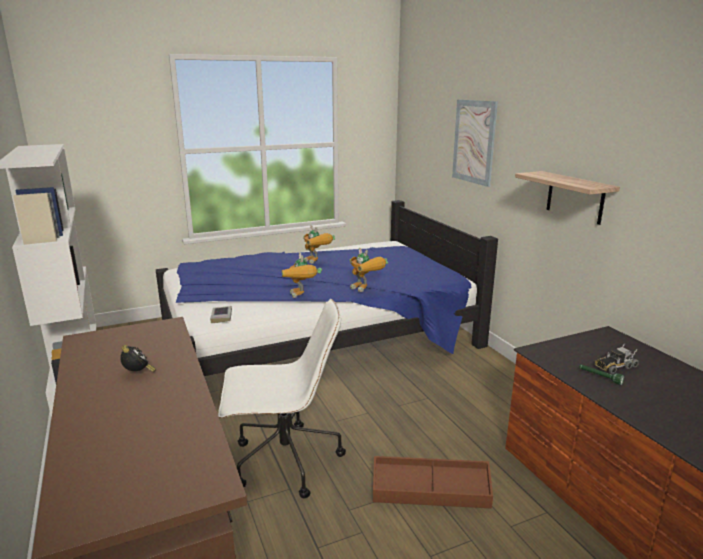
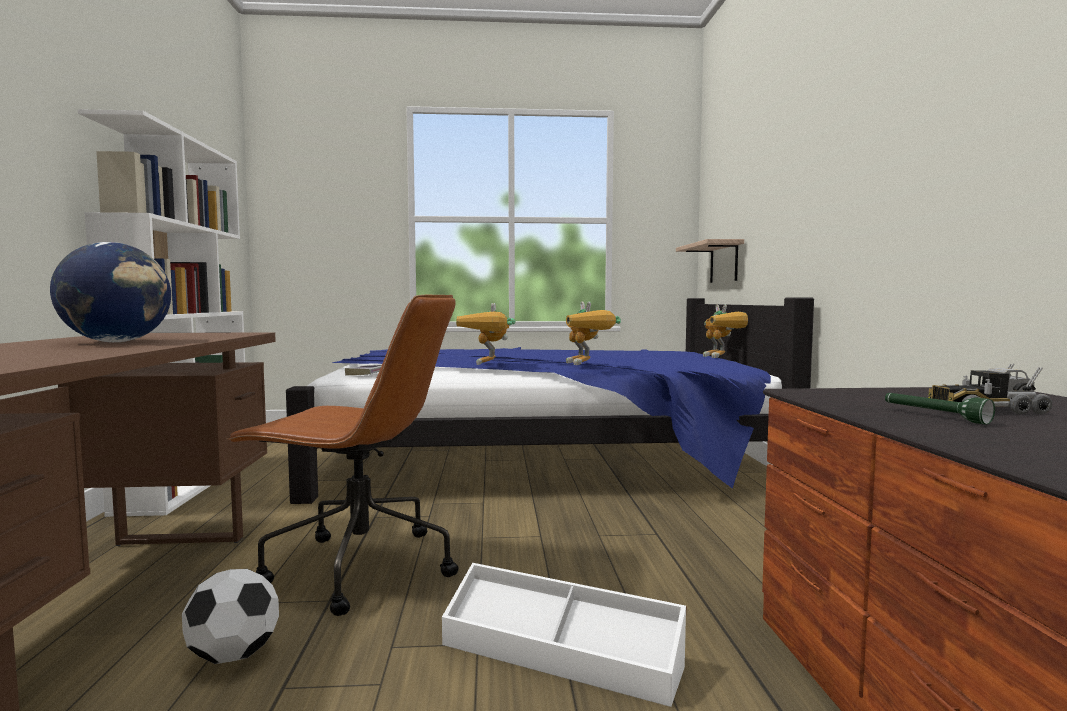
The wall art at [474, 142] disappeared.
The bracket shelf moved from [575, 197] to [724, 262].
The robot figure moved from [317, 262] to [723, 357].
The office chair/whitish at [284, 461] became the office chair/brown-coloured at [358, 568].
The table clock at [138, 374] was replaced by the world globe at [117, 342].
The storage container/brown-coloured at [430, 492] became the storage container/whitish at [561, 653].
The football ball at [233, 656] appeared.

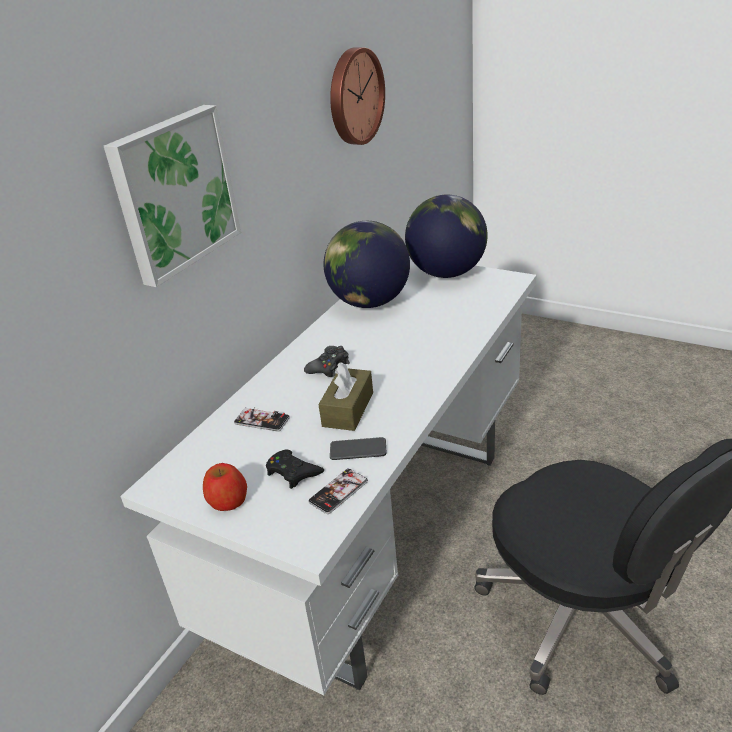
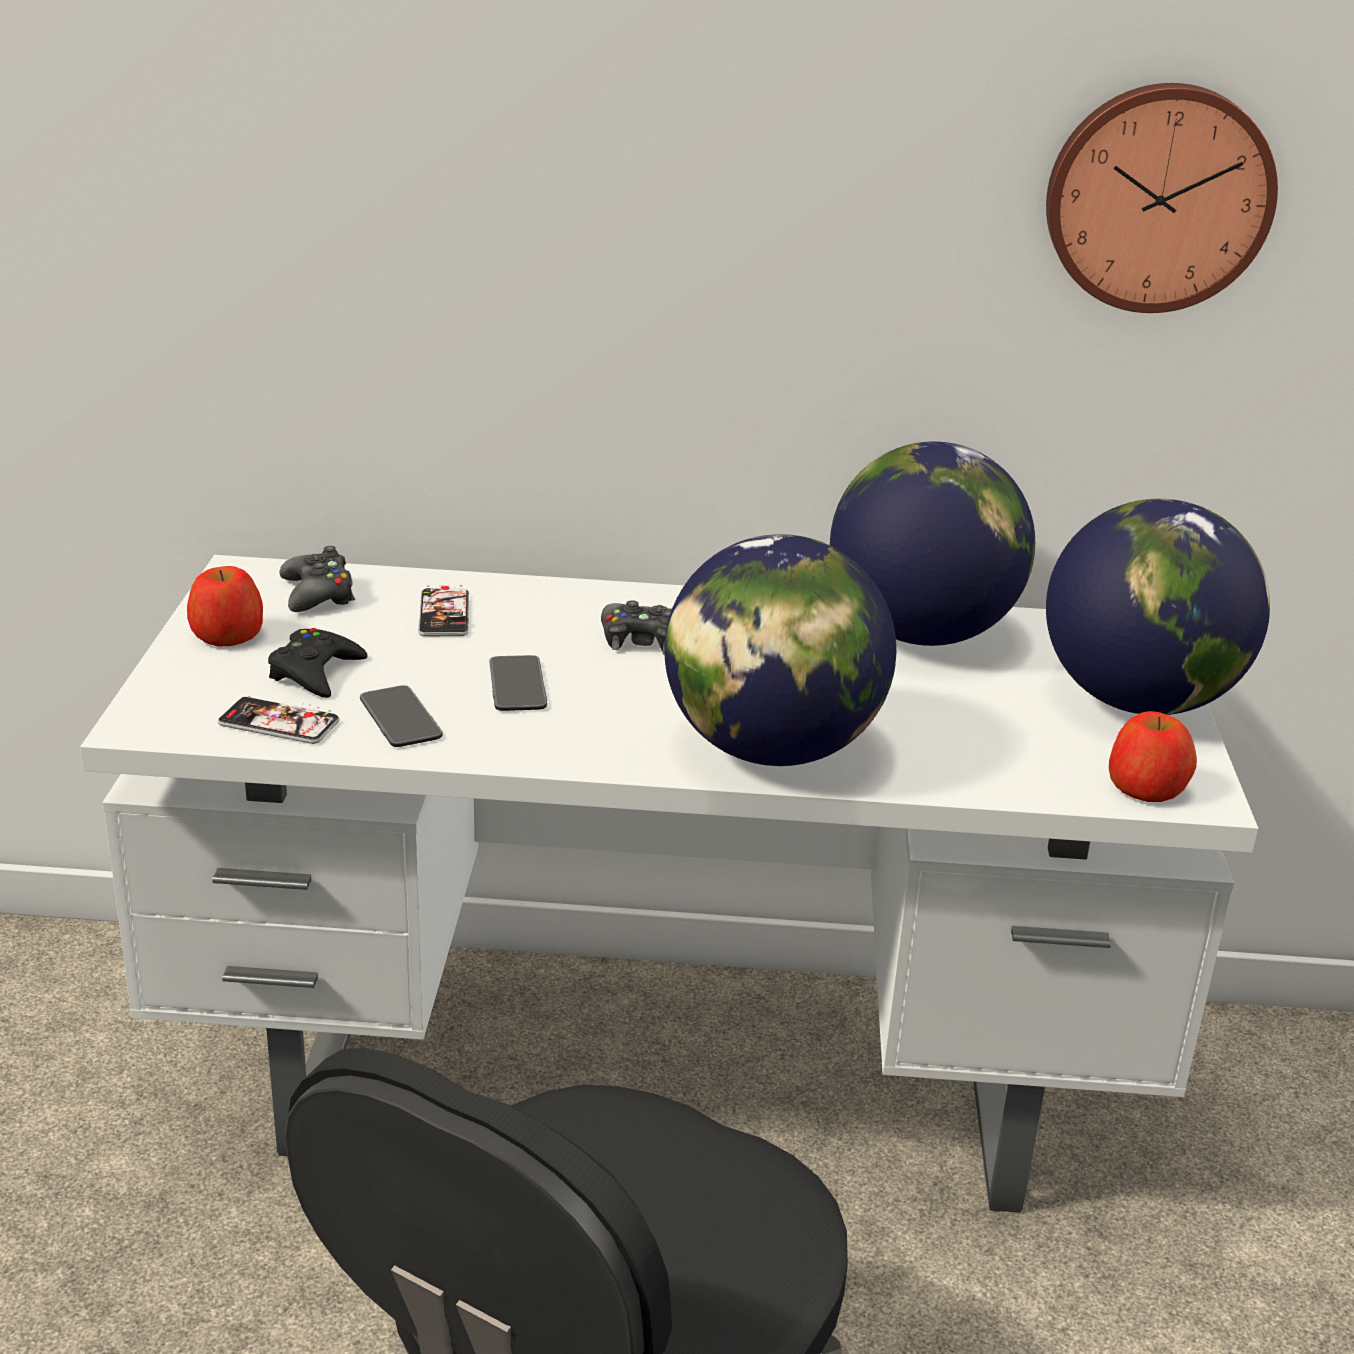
The wall art at [173, 193] disappeared.
The tissue holder/brown-coloured at [348, 409] was replaced by the phone at [517, 685].
The world globe at [770, 750] appeared.
The joypad/black-coloured at [318, 594] appeared.
The apple fruit at [1146, 787] appeared.

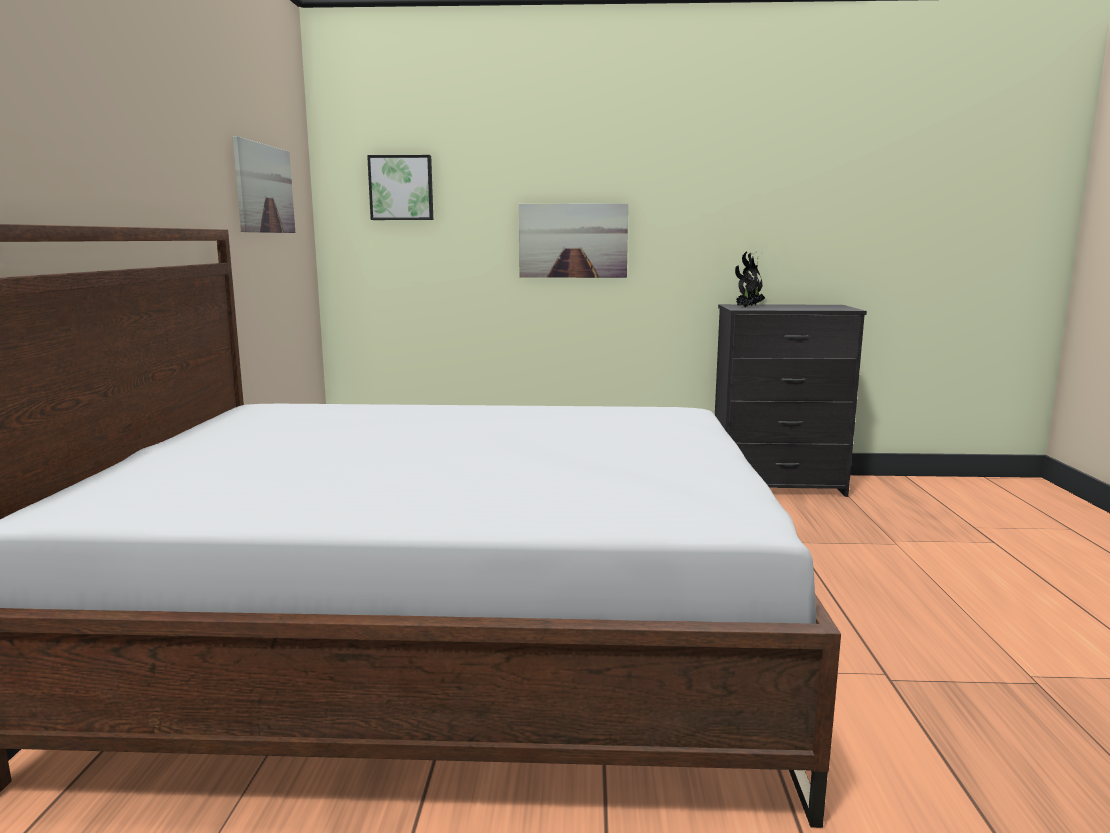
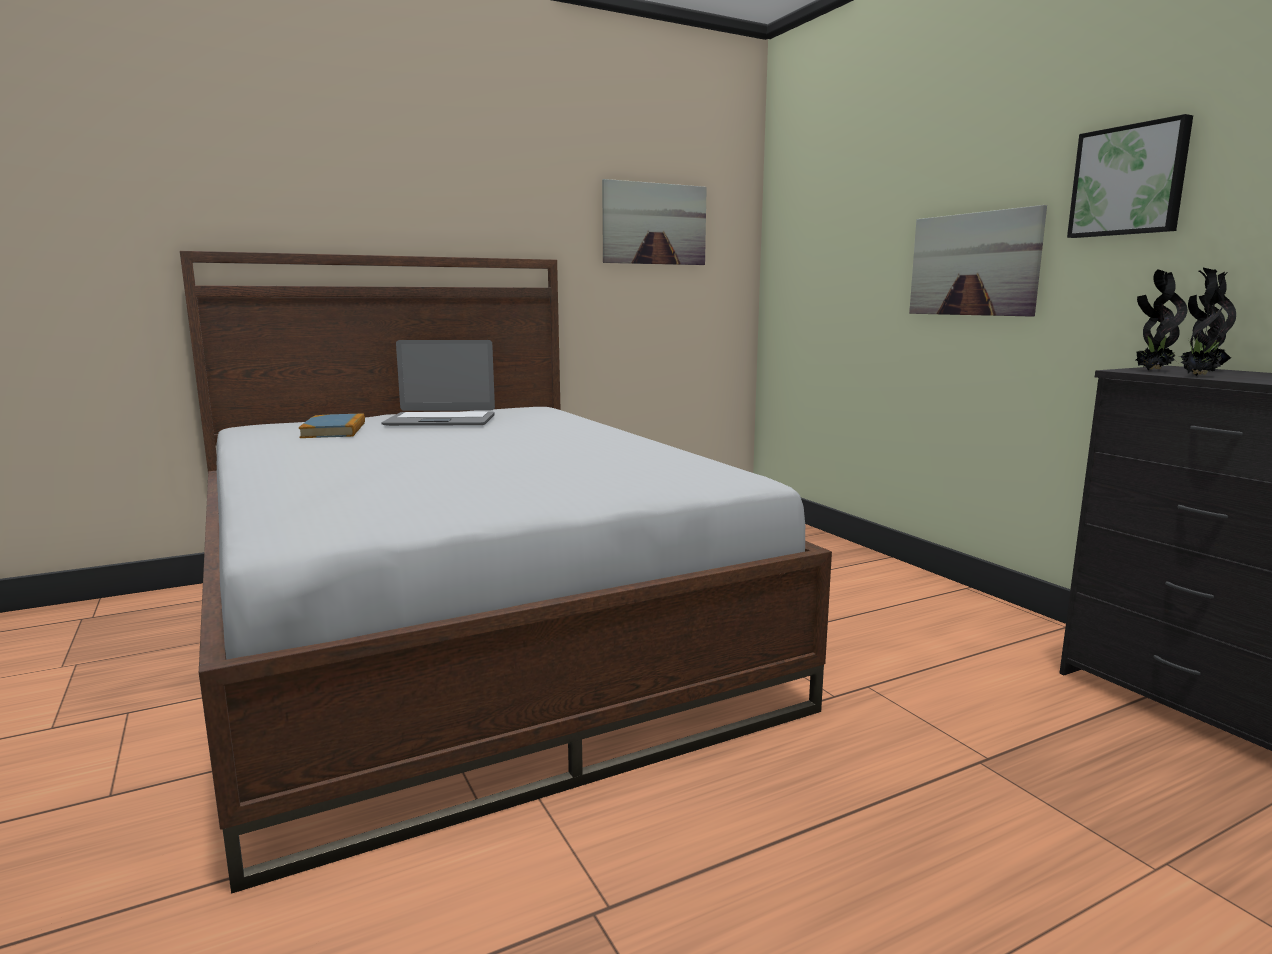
The wall art moved from [401, 188] to [1129, 181].
The houseplant at [1196, 376] appeared.
The notebook computer at [441, 421] appeared.
The volume at [334, 430] appeared.

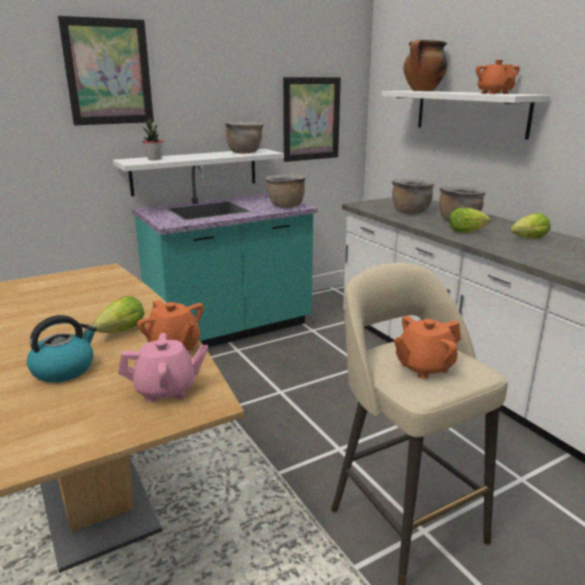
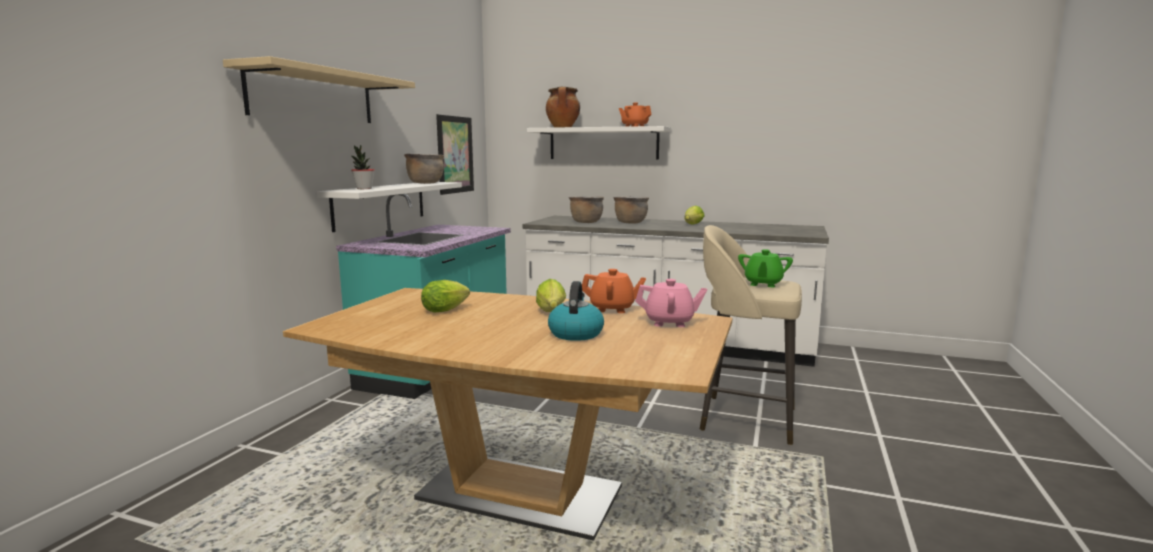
The wall art at [108, 72] was replaced by the bracket shelf/beige-coloured at [313, 96].
The cooking pot/brown-coloured at [285, 206] disappeared.
The lettuce head moved from [468, 232] to [447, 310].
The teapot/orange at [424, 367] became the teapot/green at [763, 284].
The teapot/pink at [166, 390] turned 60 degrees clockwise.

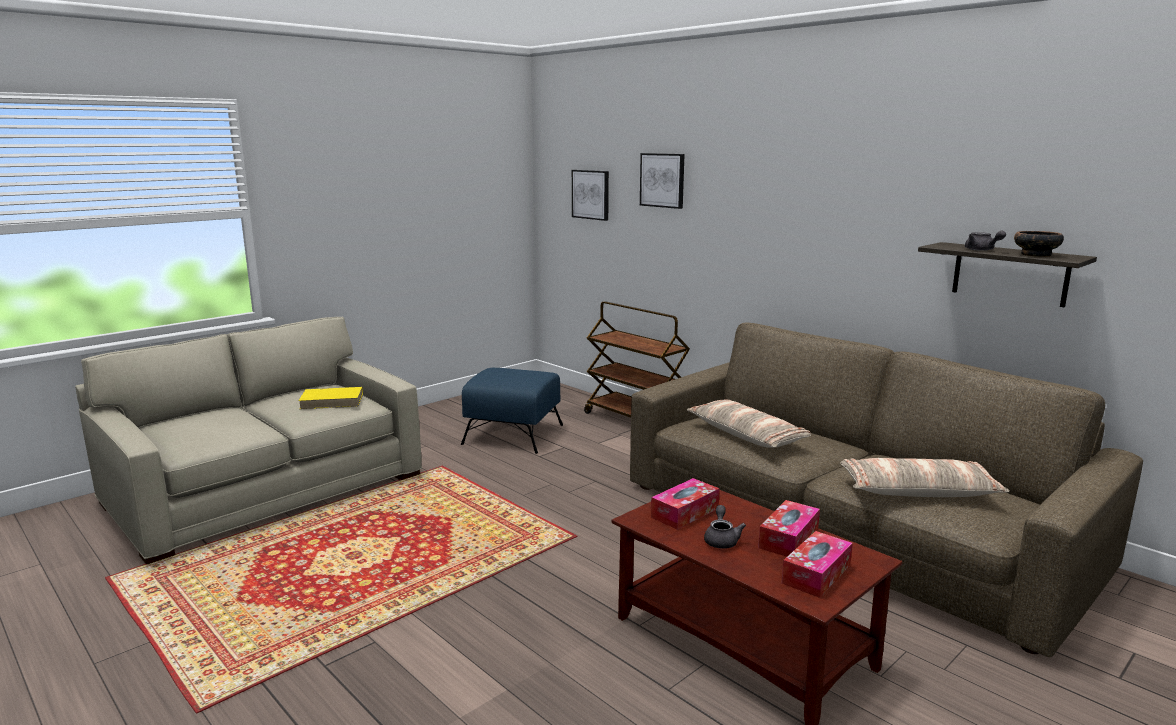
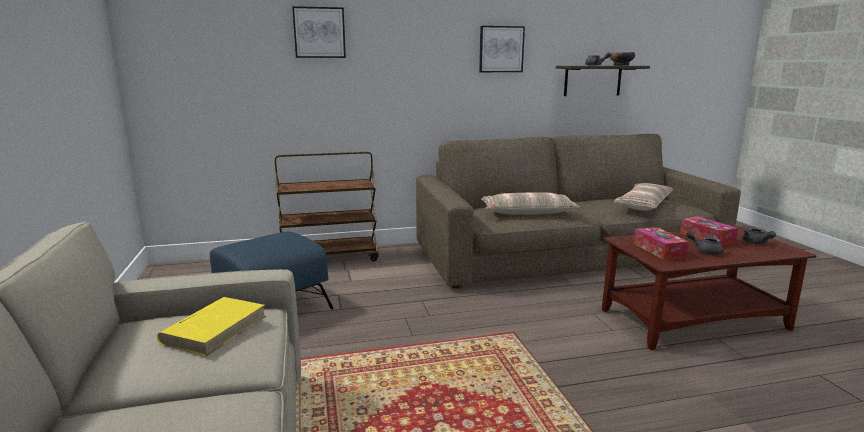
The wall art moved from [591, 194] to [501, 49].
The tissue holder at [816, 574] was replaced by the teapot/grey at [756, 243].

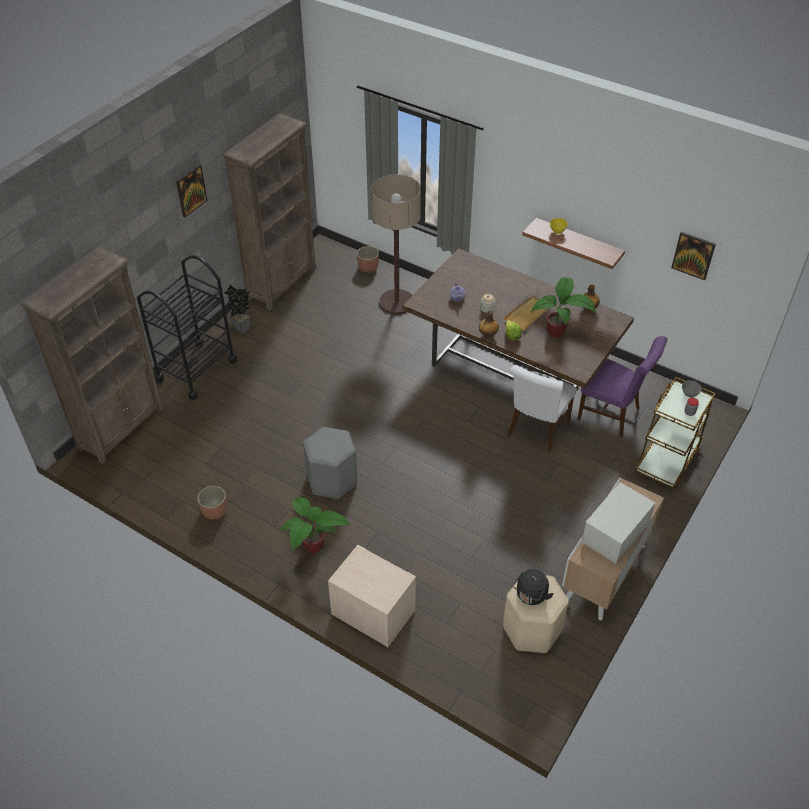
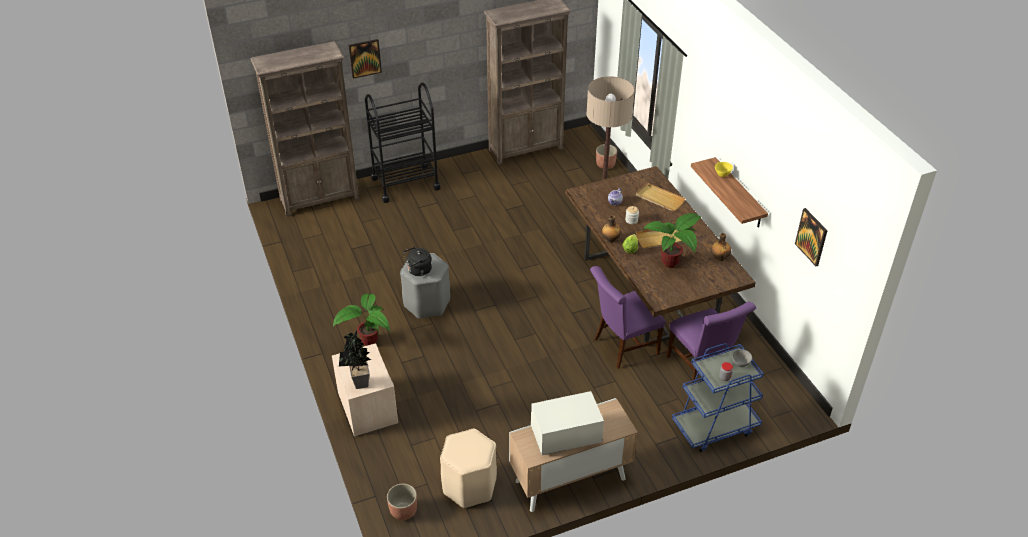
The wall art moved from [191, 190] to [365, 58].
The houseplant moved from [243, 331] to [360, 385].
The upright chair/whitish at [536, 430] became the upright chair/purple-coloured at [622, 347].
The trolley/brown-coloured at [667, 460] became the trolley/blue at [714, 427].
The flower pot moved from [214, 511] to [403, 510].
The water kettle/black-coloured moved from [530, 596] to [418, 270].
The serving tray/beige-coloured at [659, 198] appeared.

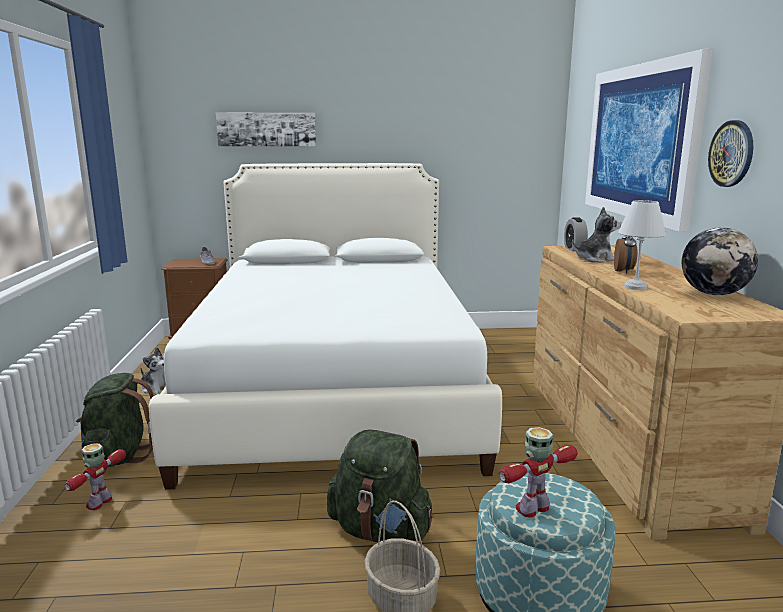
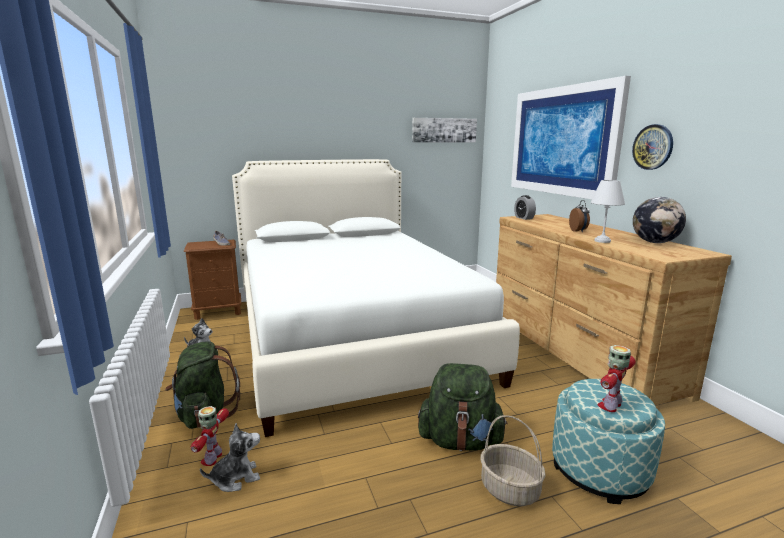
The wall art moved from [266, 129] to [444, 130].
The plush toy moved from [594, 259] to [236, 478].

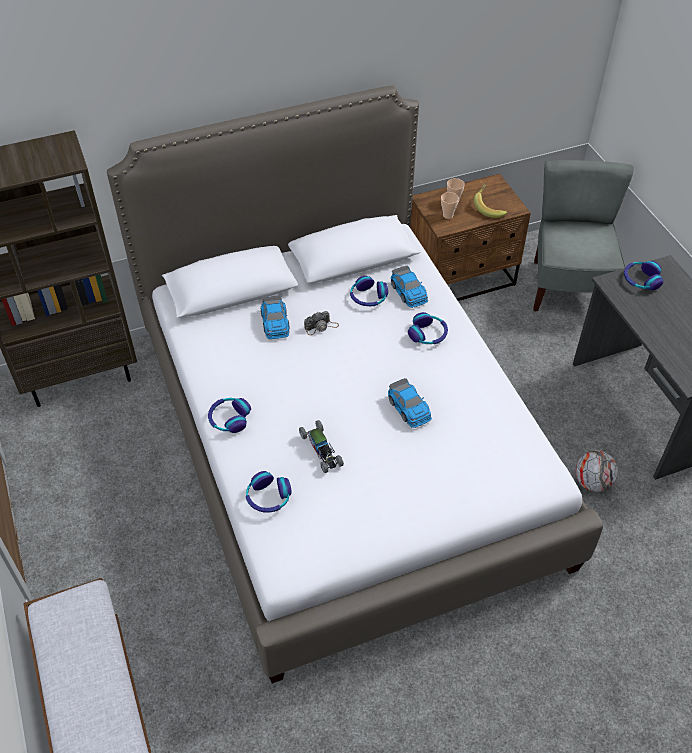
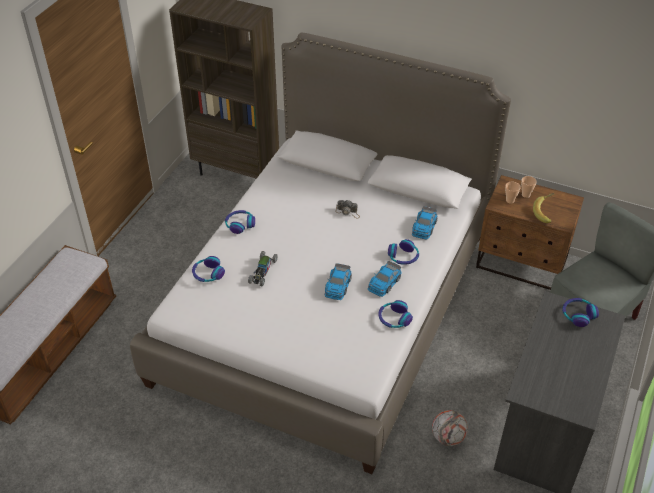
The pair of headphones moved from [368, 297] to [394, 318].
The model car moved from [275, 323] to [384, 283].

